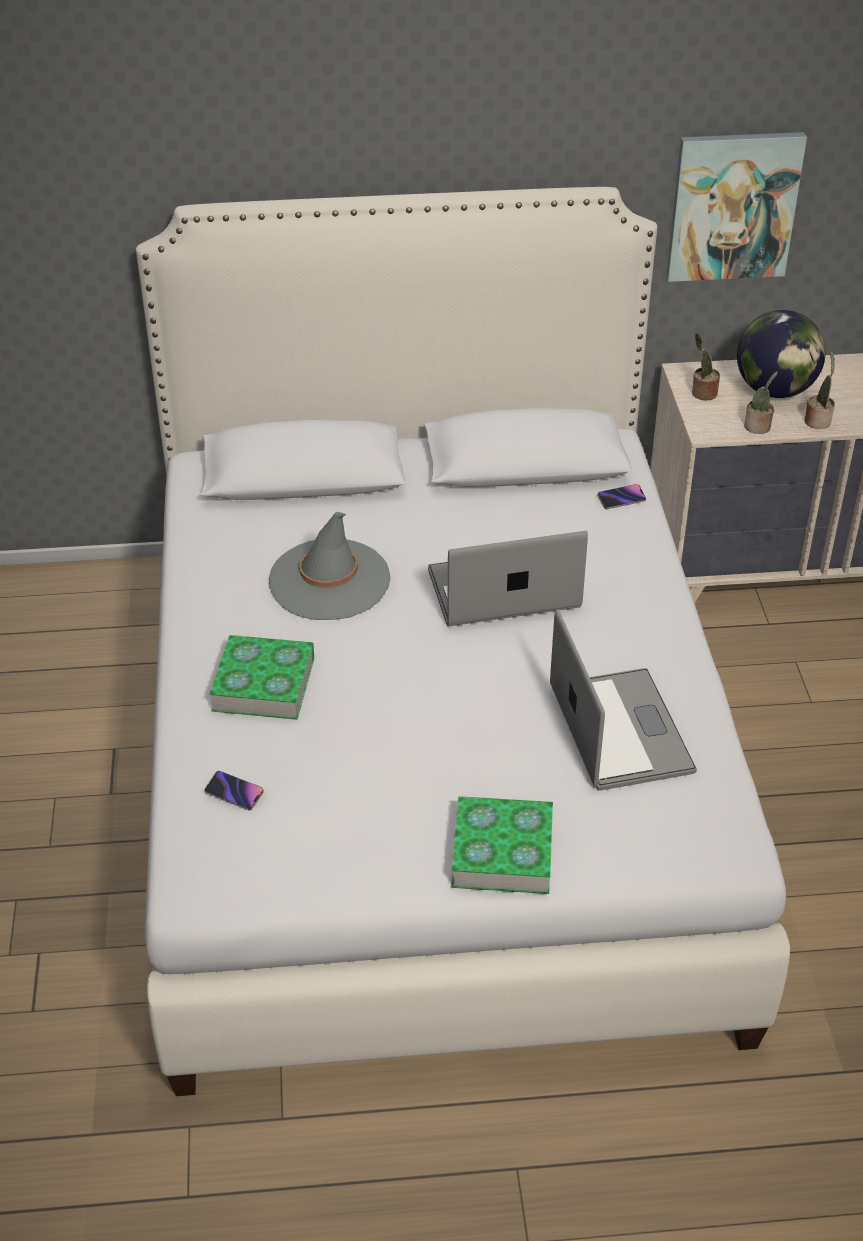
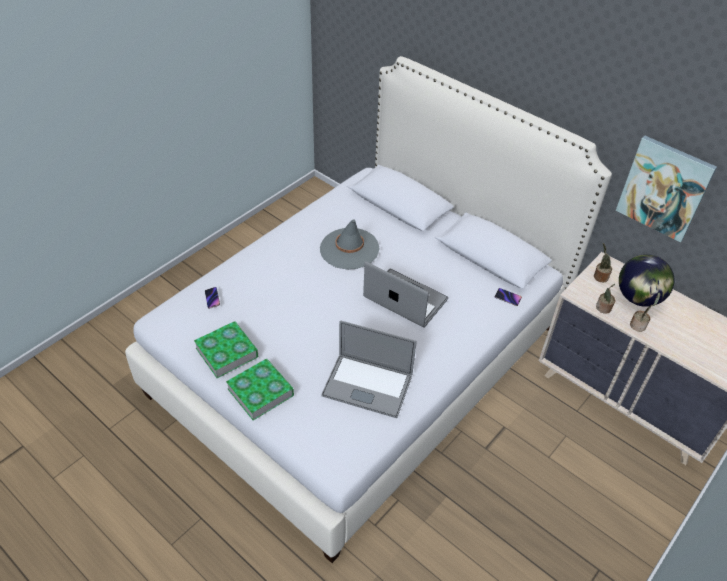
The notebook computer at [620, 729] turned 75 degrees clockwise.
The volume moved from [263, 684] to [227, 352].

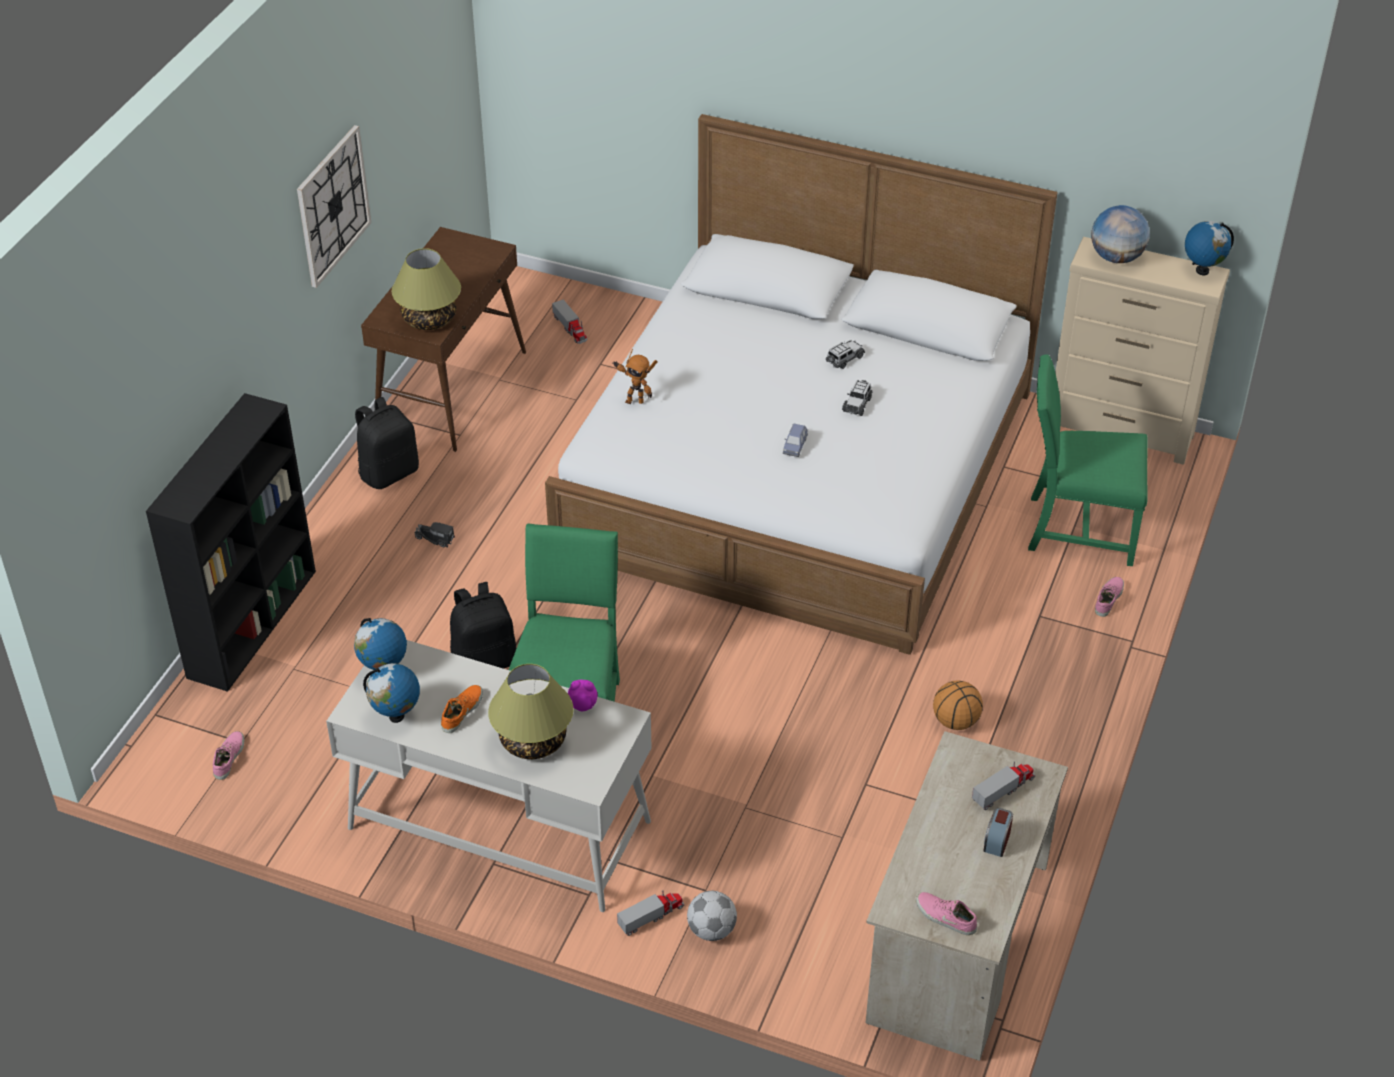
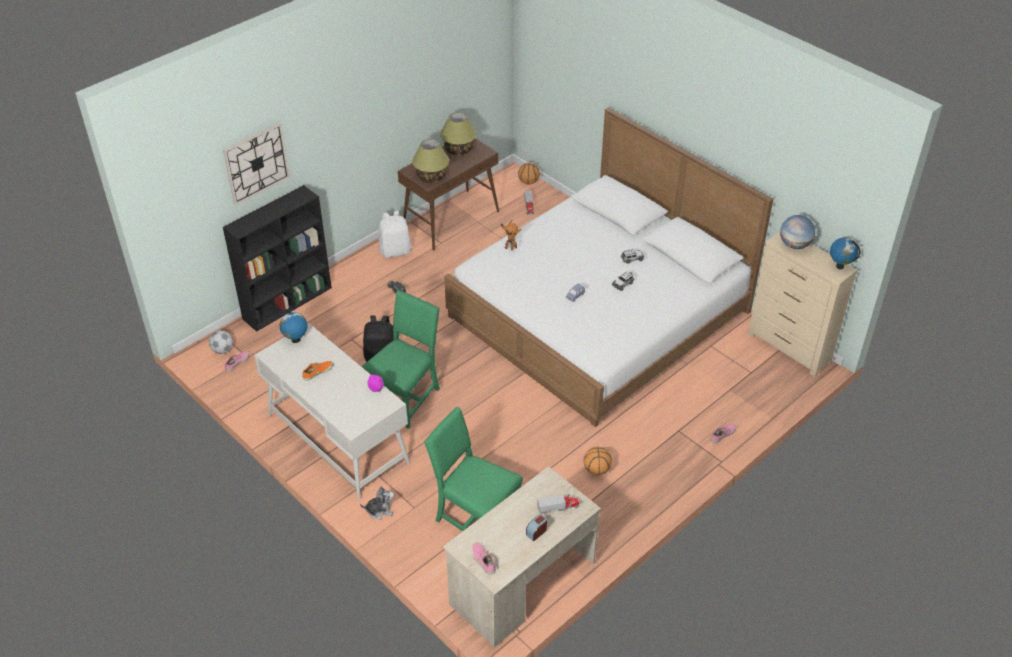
The wall clock moved from [333, 205] to [256, 163].
The upright chair/green moved from [1077, 528] to [475, 517].
The rucksack/black-coloured at [389, 472] became the rucksack/whitish at [395, 251].
The world globe at [396, 716] disappeared.
The lamp for a table moved from [532, 740] to [458, 150].
The toy truck at [651, 916] was replaced by the plush toy at [380, 510].
The football ball moved from [712, 930] to [223, 350].
The basketball ball at [528, 182] appeared.

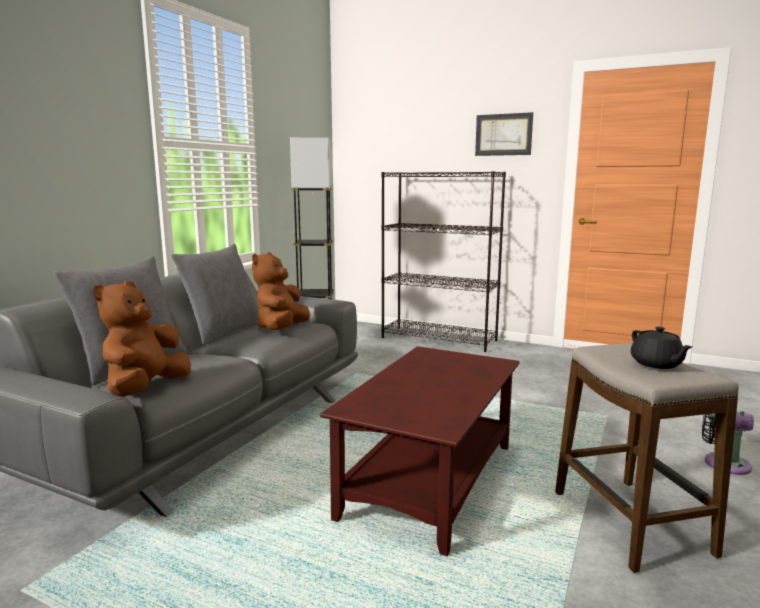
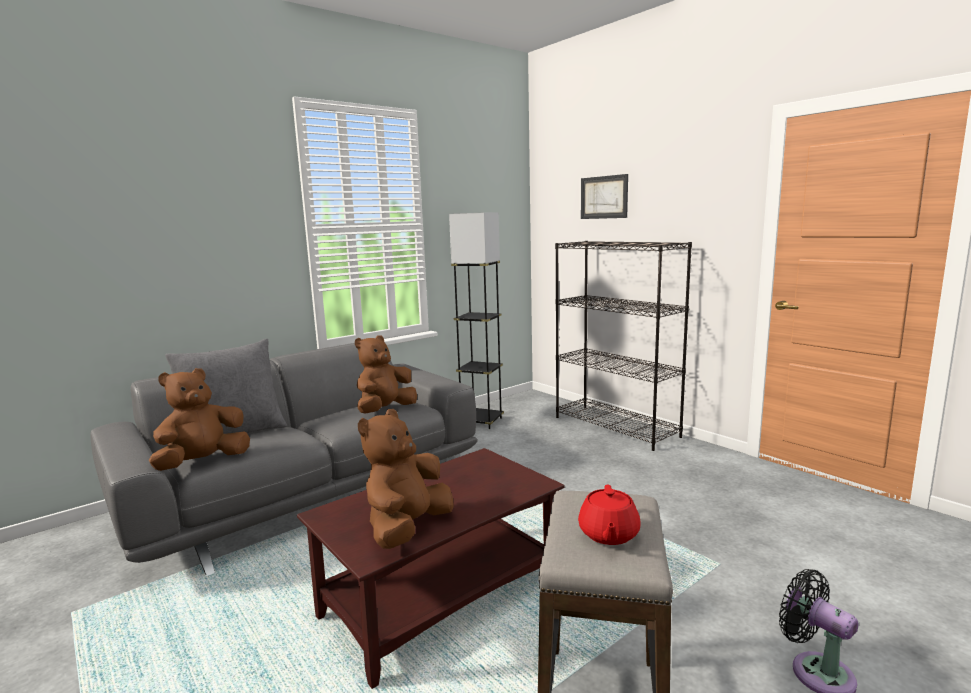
The wall art moved from [503, 134] to [604, 197].
The pillow/grey at [223, 332] disappeared.
The teapot/black-coloured at [656, 364] became the teapot/red at [608, 534].
The plush toy/brown-coloured at [407, 529] appeared.

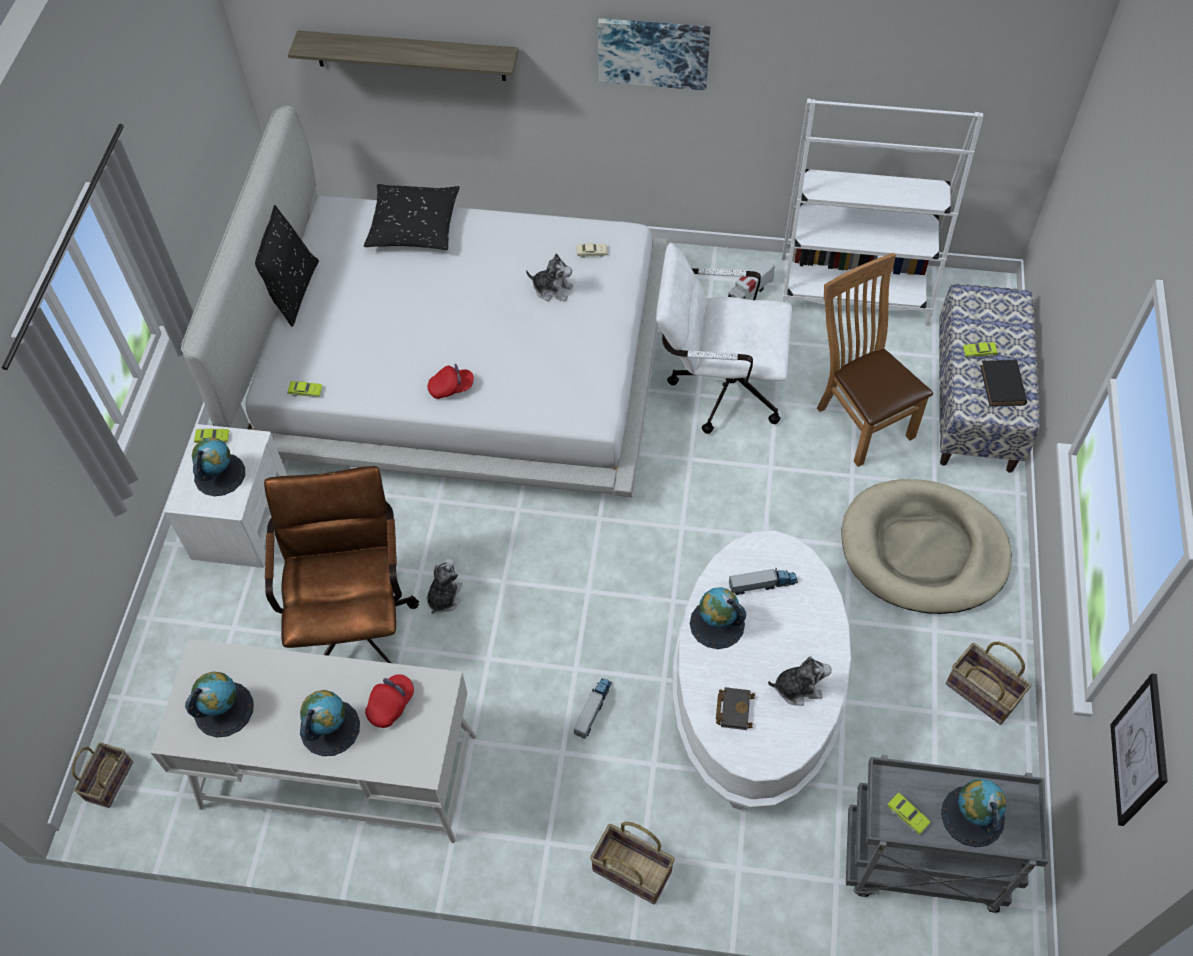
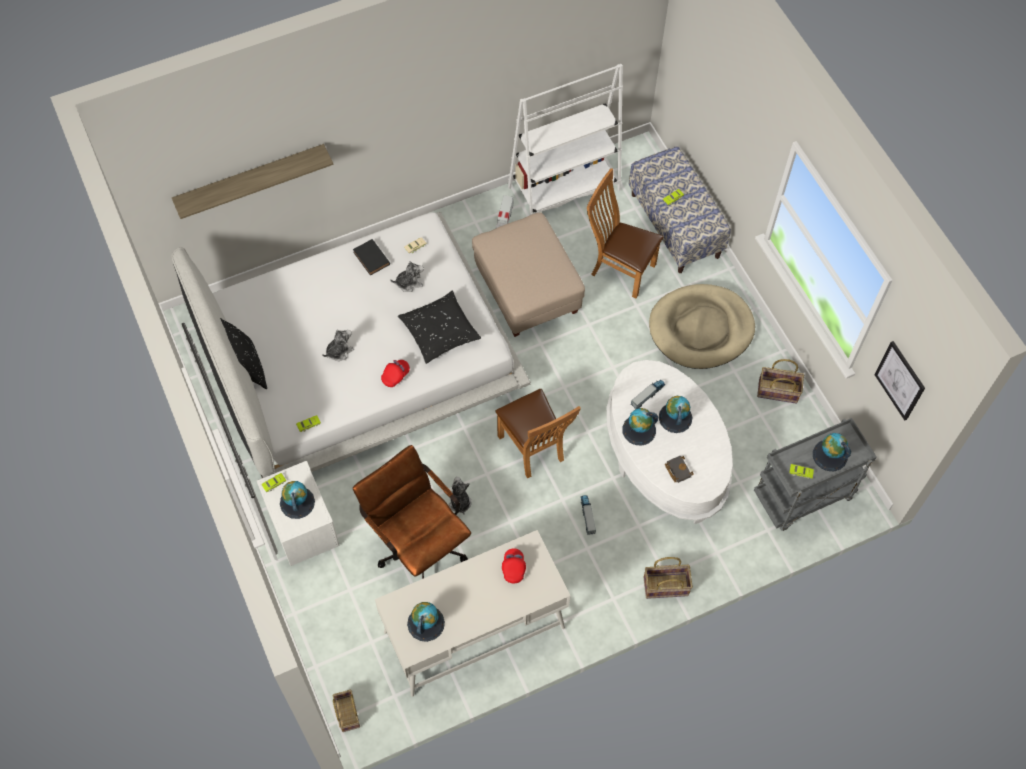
The wall art at [653, 52] disappeared.
The pillow/black-coloured moved from [414, 226] to [439, 331].
The office chair/whitish at [718, 387] was replaced by the ottoman/beige-coloured at [526, 290].
The volume/black-coloured moved from [1002, 387] to [372, 259].
The plush toy moved from [798, 687] to [339, 351].
The world globe moved from [330, 727] to [675, 417].
The upright chair/brown-coloured at [534, 450] appeared.

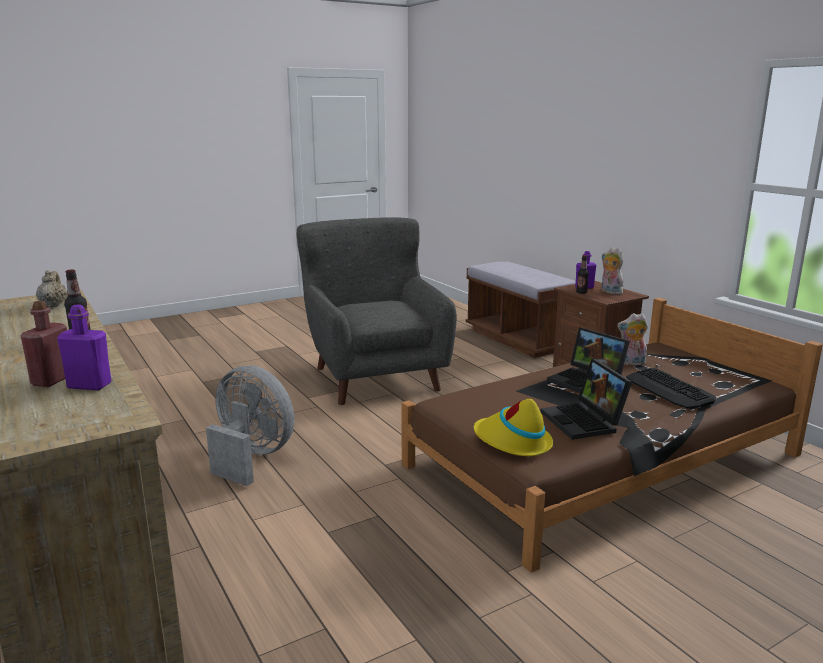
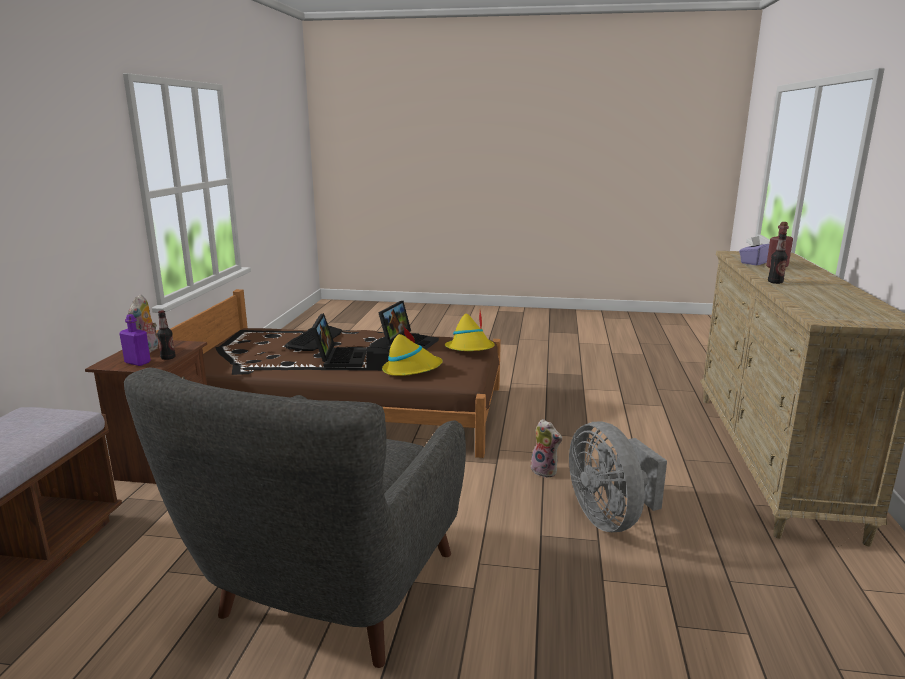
The teapot/beige-coloured at [54, 305] disappeared.
The drink bottle/purple-coloured at [89, 385] was replaced by the tissue holder/purple-coloured at [754, 262].
The plush toy moved from [631, 363] to [545, 471].
The hat/yellow at [412, 369] appeared.

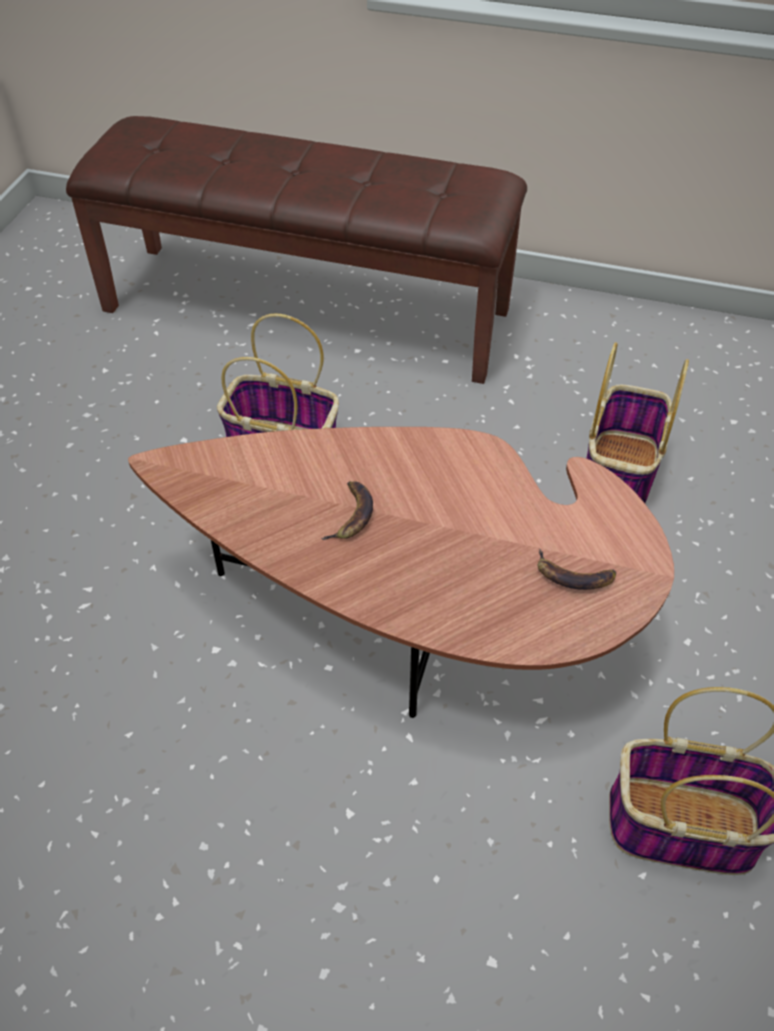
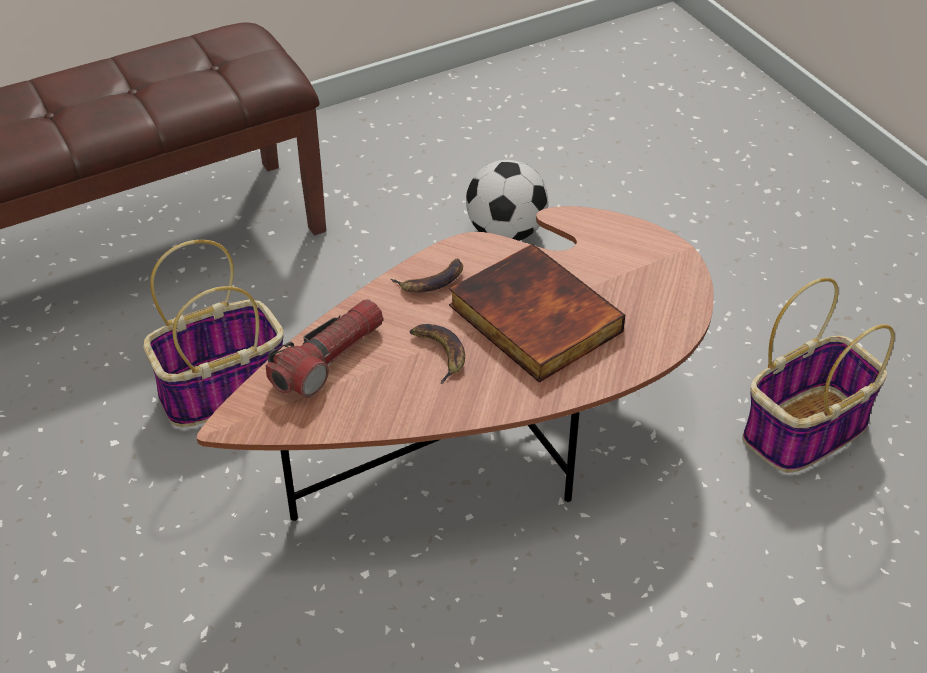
The storage basket at [619, 471] was replaced by the football ball at [505, 232].
The whole banana moved from [573, 575] to [432, 281].
The volume at [532, 319] appeared.
The hand torch at [328, 360] appeared.

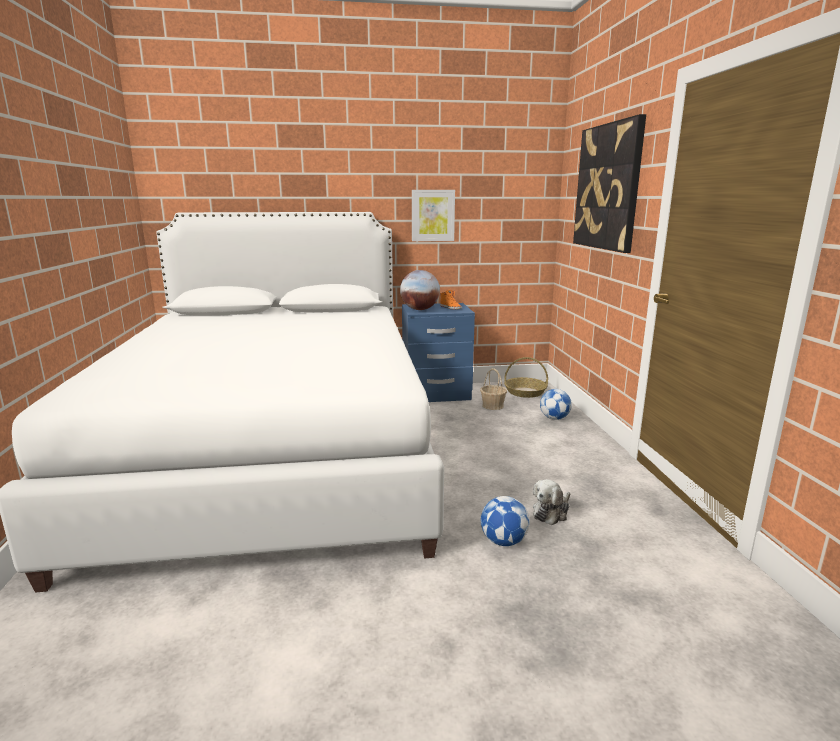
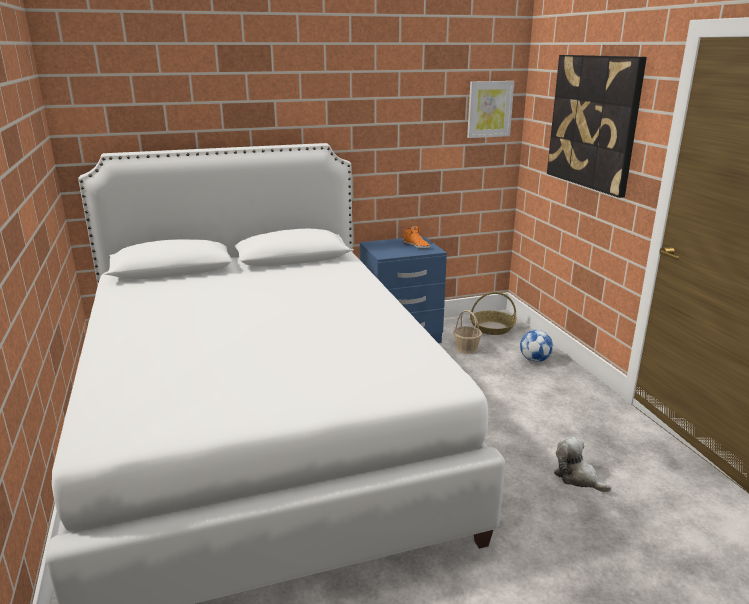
The wall art moved from [432, 215] to [489, 109].
The world globe at [420, 309] disappeared.
The plush toy at [551, 512] turned 105 degrees clockwise.
The football ball at [503, 541] disappeared.

